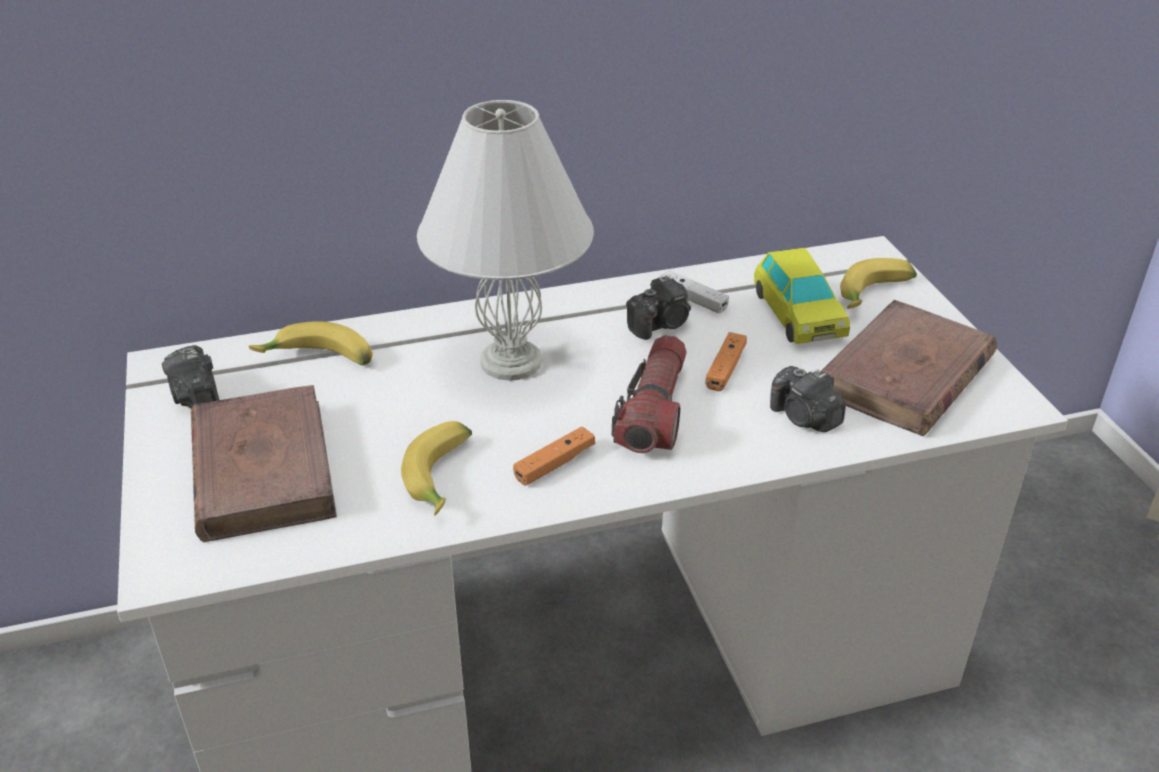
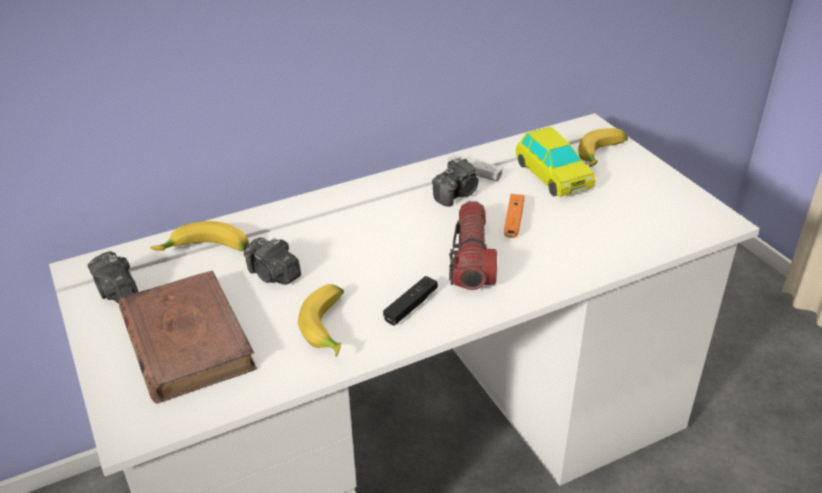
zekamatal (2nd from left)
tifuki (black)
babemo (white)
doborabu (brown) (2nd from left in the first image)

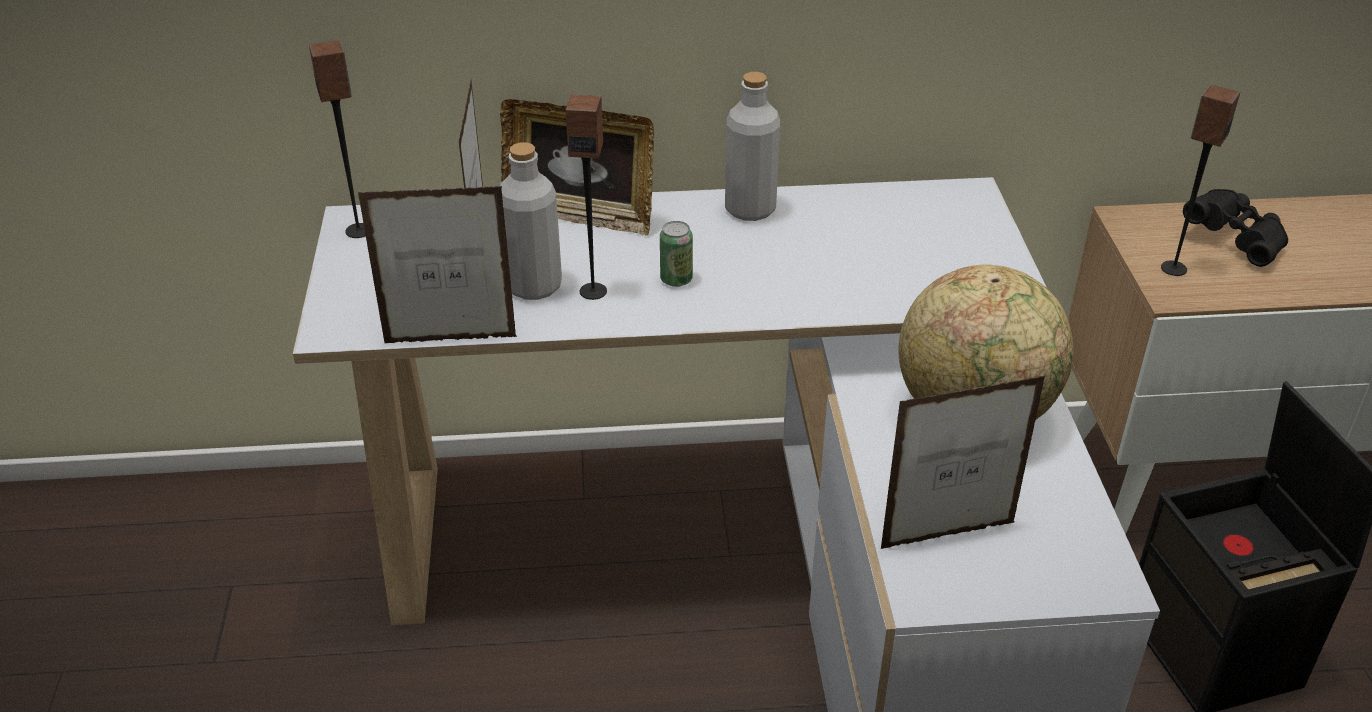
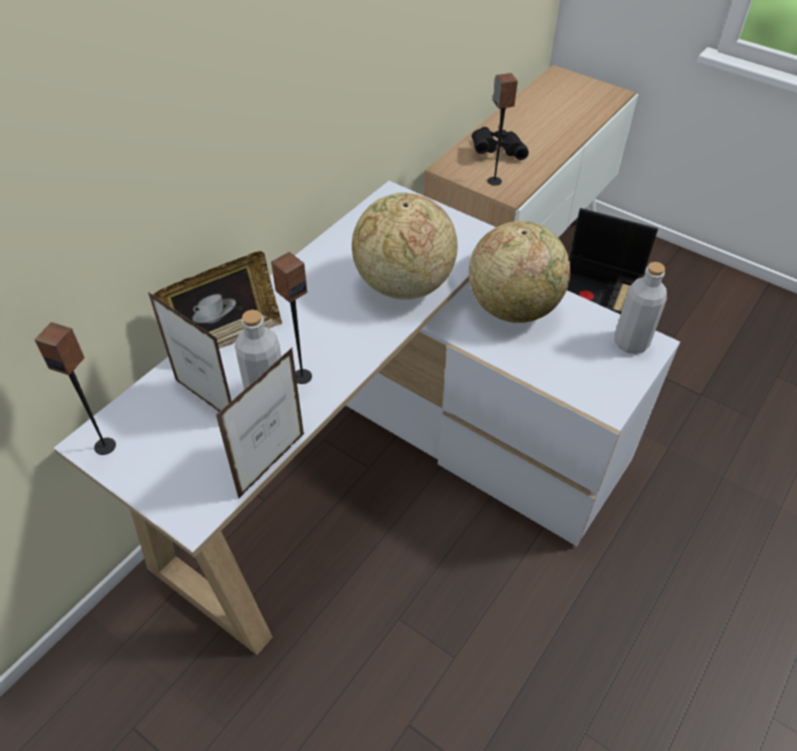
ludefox (1st from left)
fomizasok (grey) (2nd from left)
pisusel
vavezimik (4th from left in the first image)

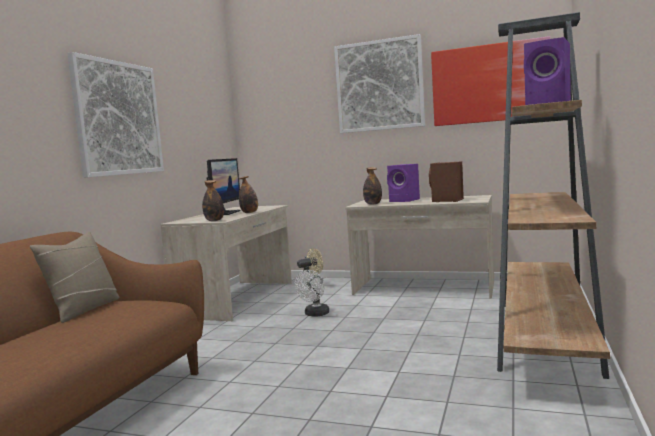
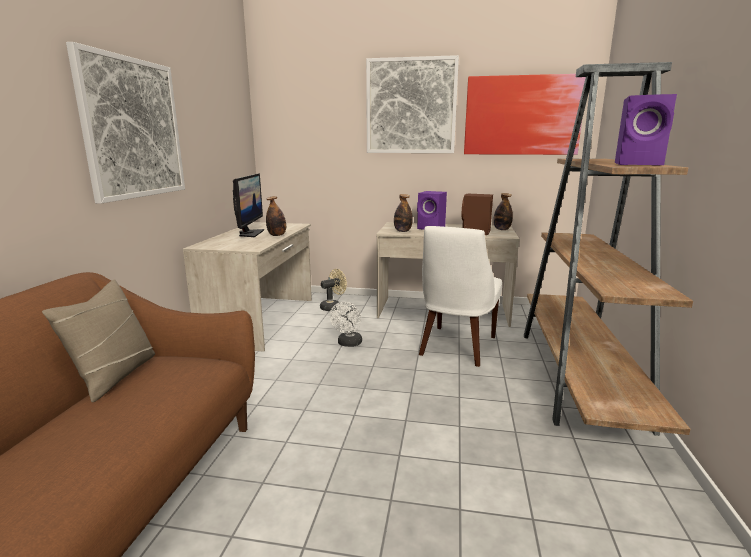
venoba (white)
fomizasok (3rd from left)

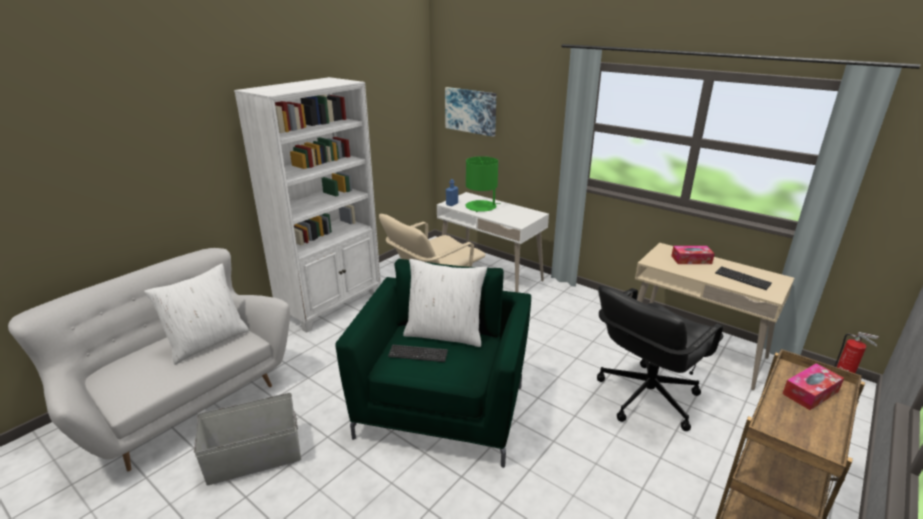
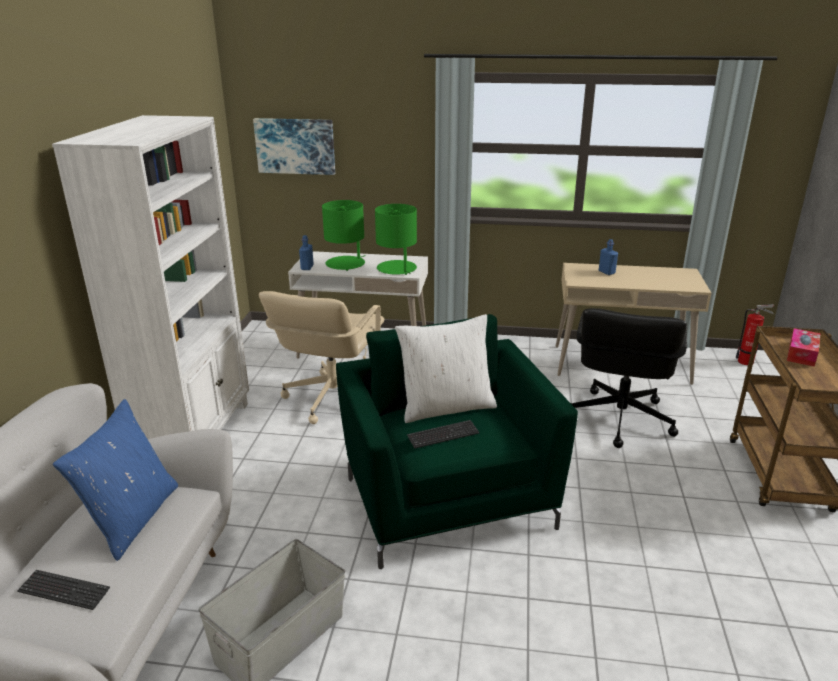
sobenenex (1st from left)
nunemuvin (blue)
babemo (green) (2nd from left)
fomizasok (blue) (2nd from left)

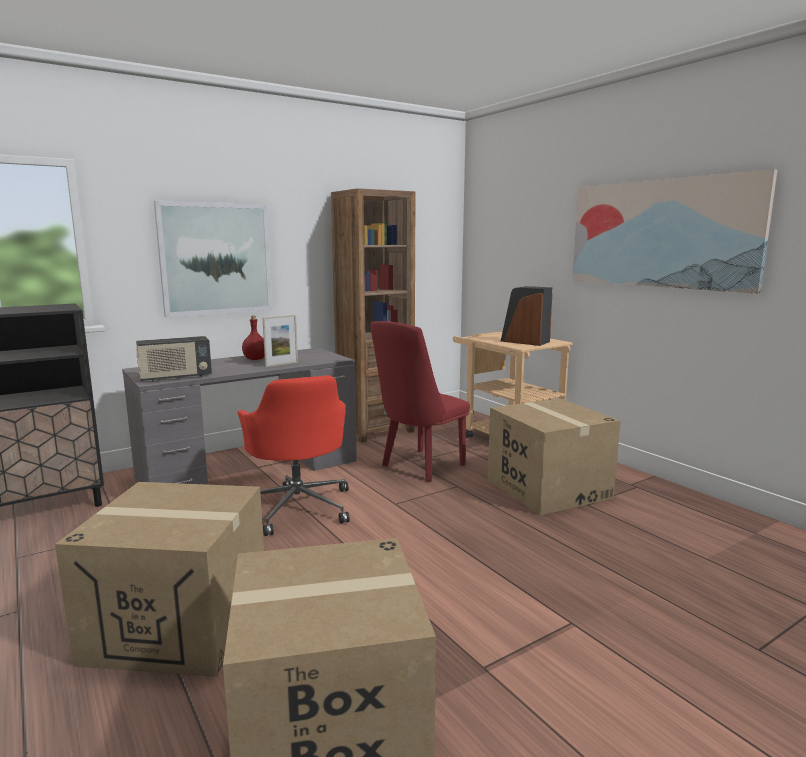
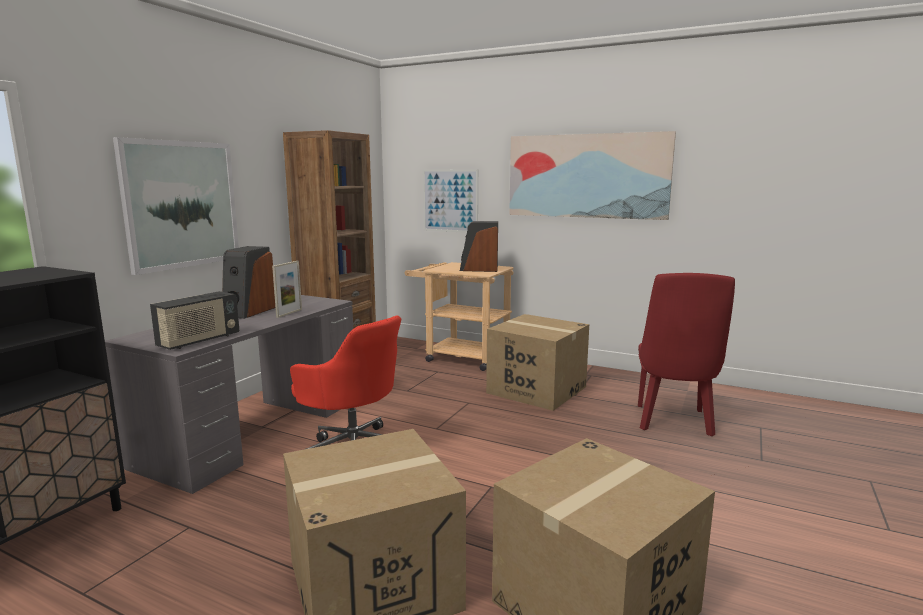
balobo (1st from left)
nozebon (2nd from left)
venoba (red)

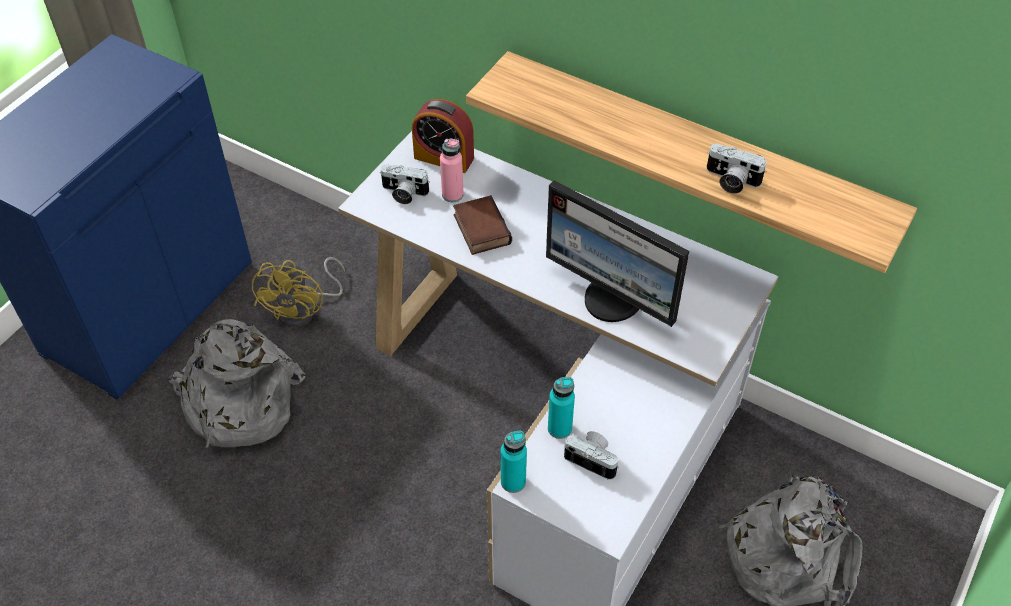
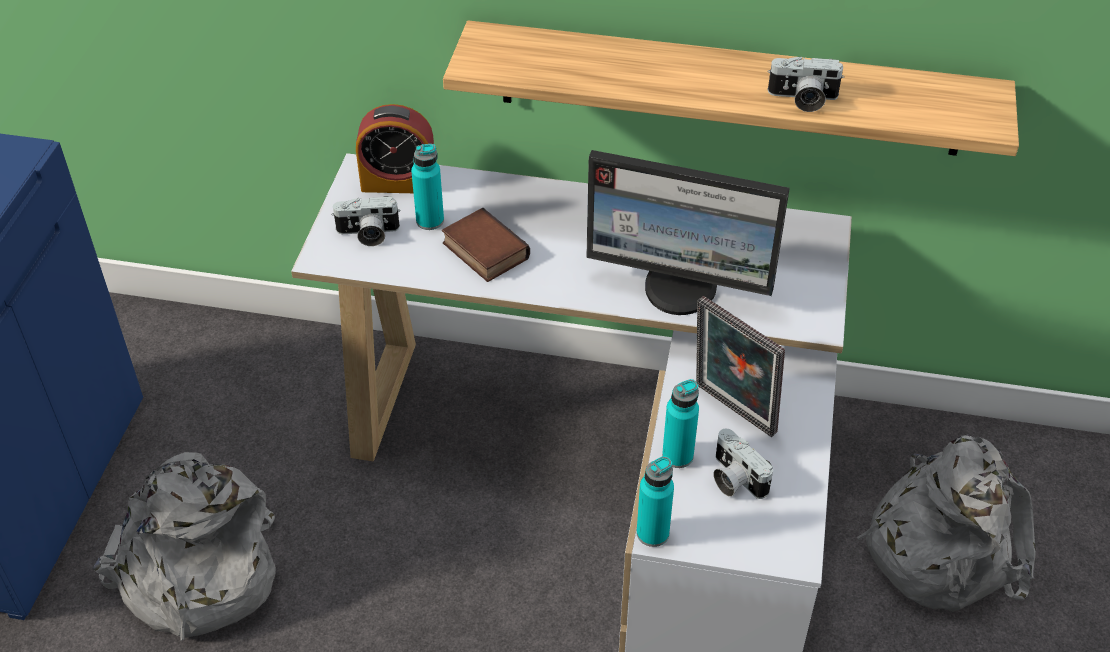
fomizasok (turquoise) (1st from left)
vavezimik
zekamatal (2nd from left)
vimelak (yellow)

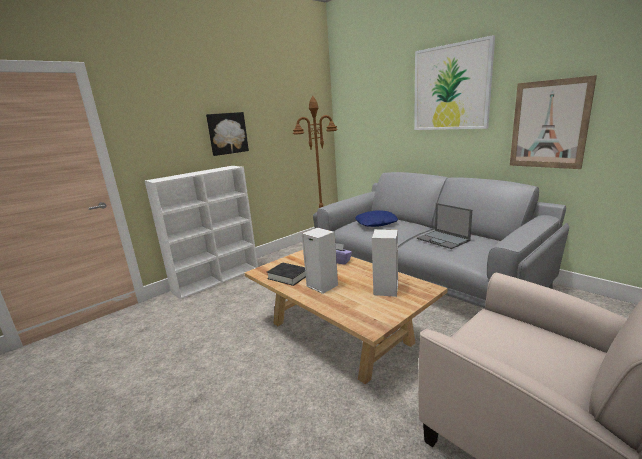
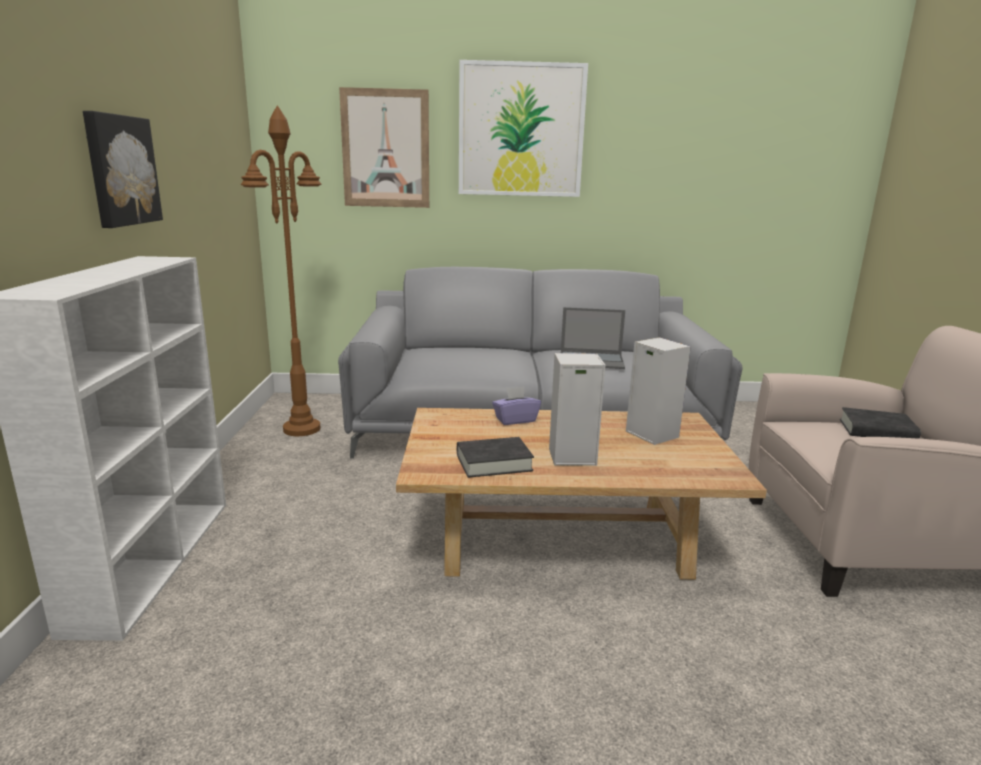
nozebon (2nd from left)
doborabu (black) (2nd from left)
nunemuvin (blue)

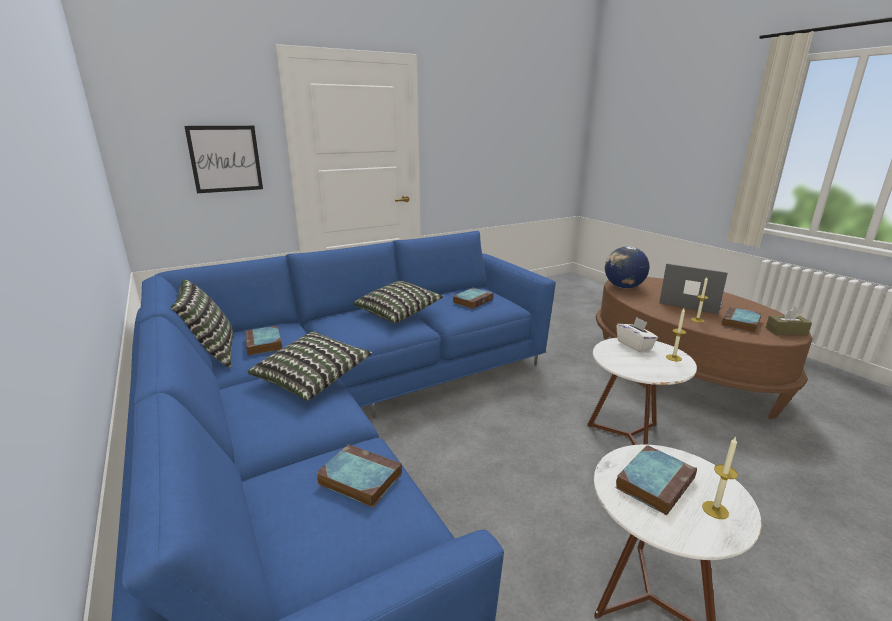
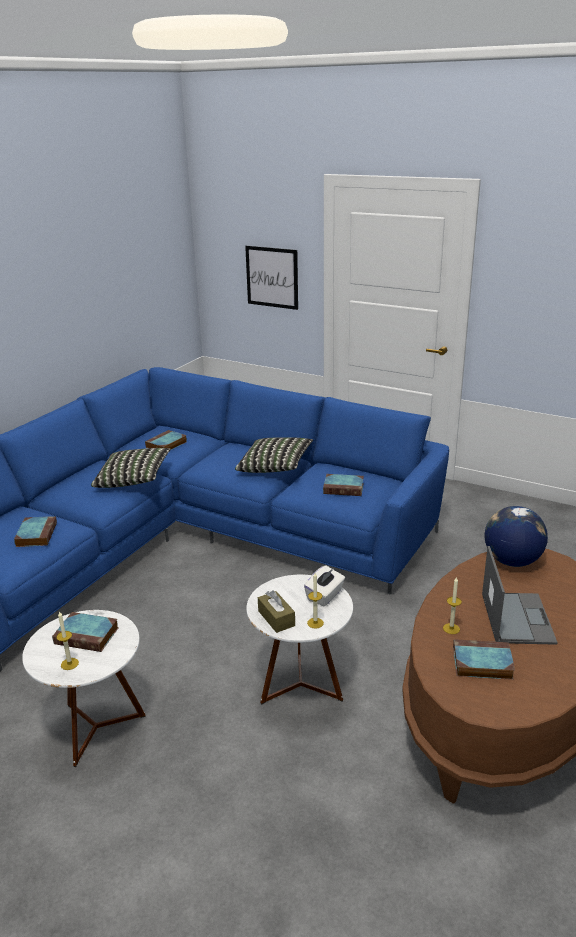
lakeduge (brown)
nunemuvin (1st from left in the first image)

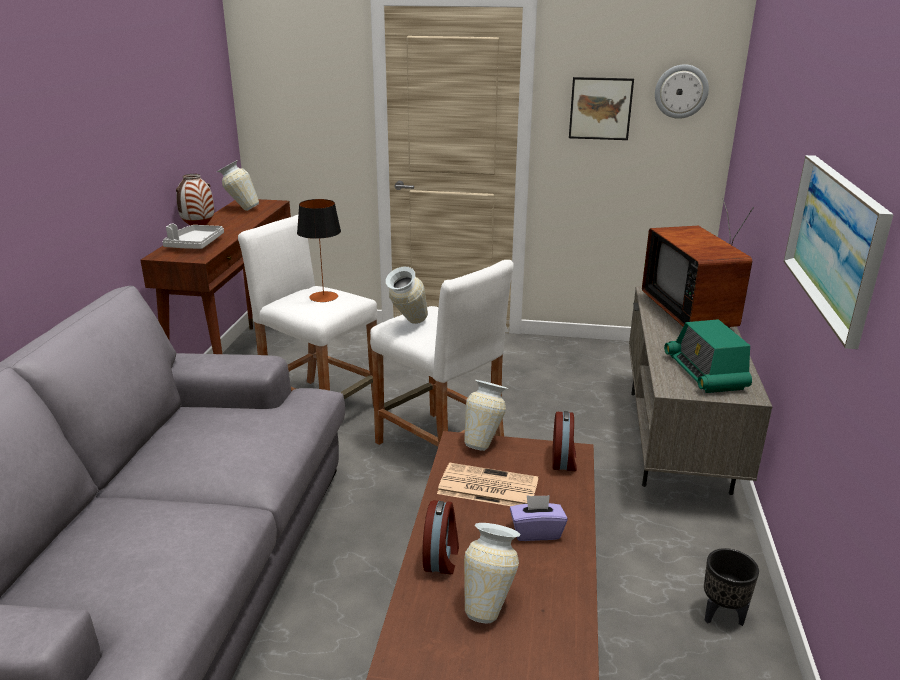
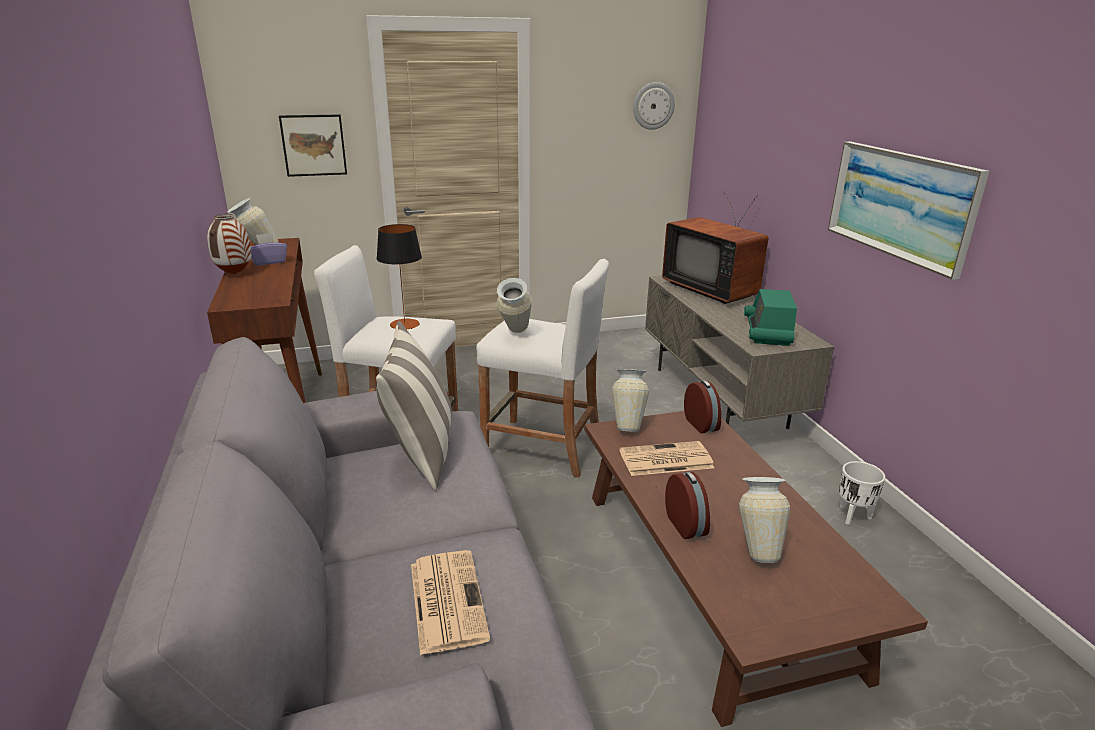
lakeduge (purple)
nozebon (1st from left)
nunemuvin
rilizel (1st from left)
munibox
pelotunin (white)
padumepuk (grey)

